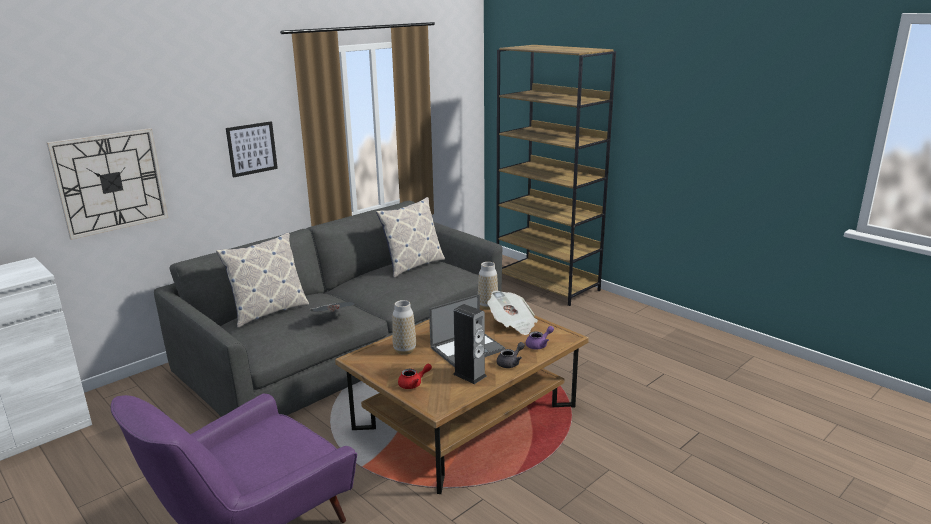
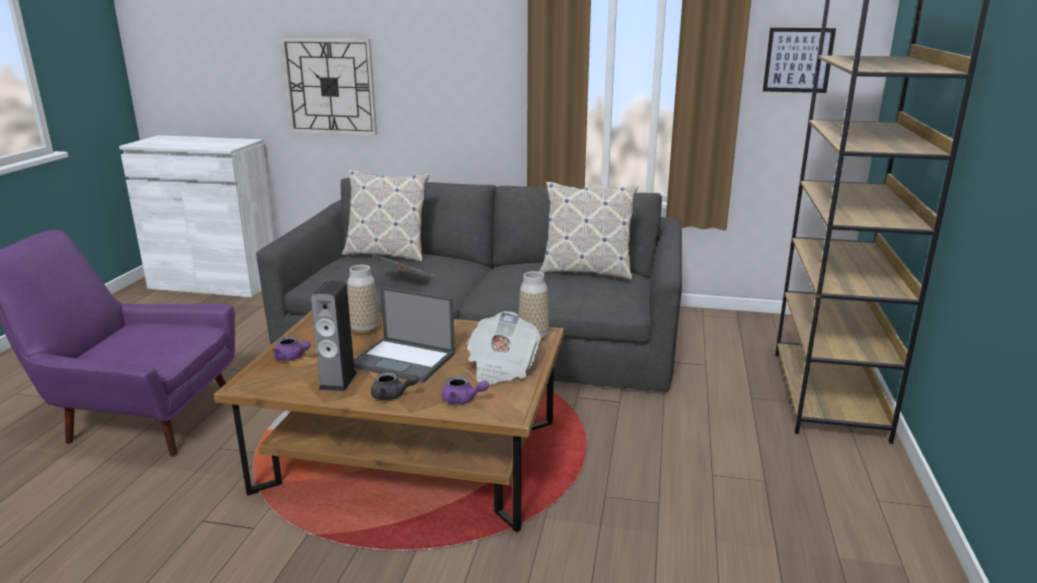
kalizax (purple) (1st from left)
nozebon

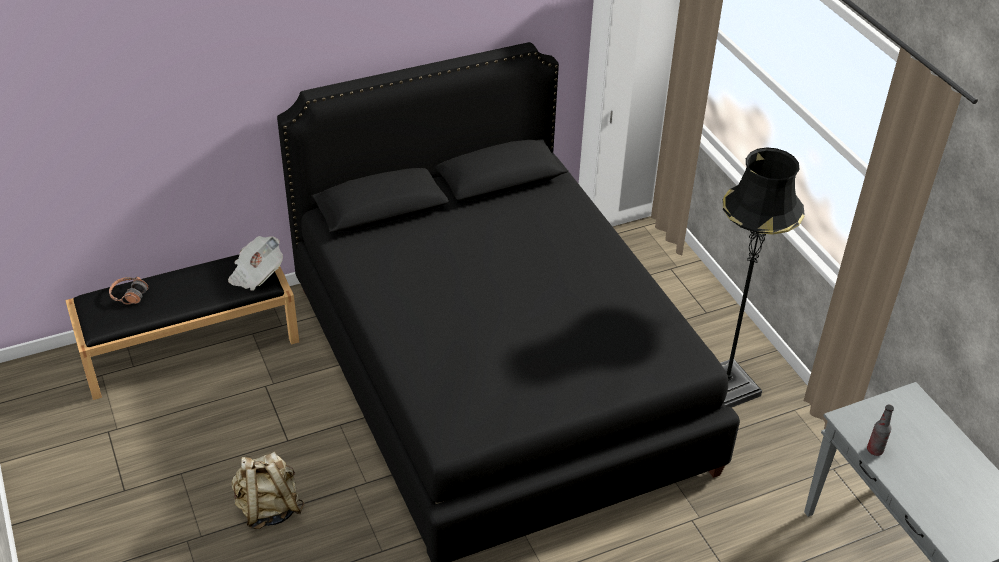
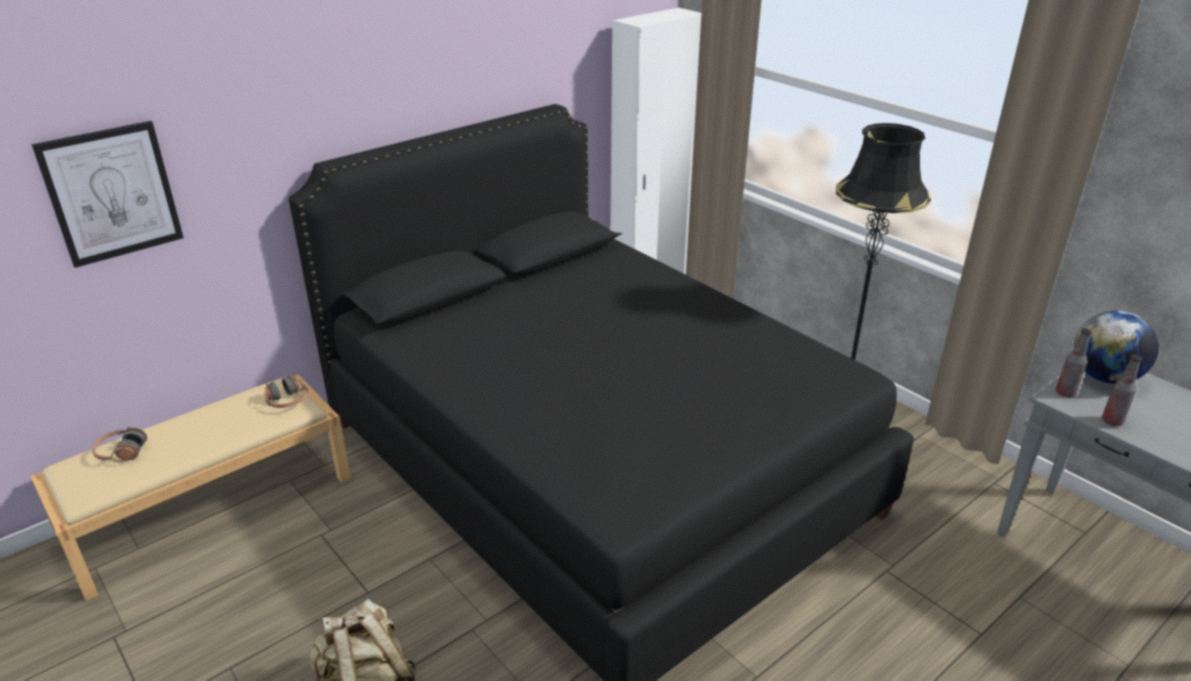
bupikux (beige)
nozebon
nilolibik (2nd from left)
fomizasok (1st from left)
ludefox

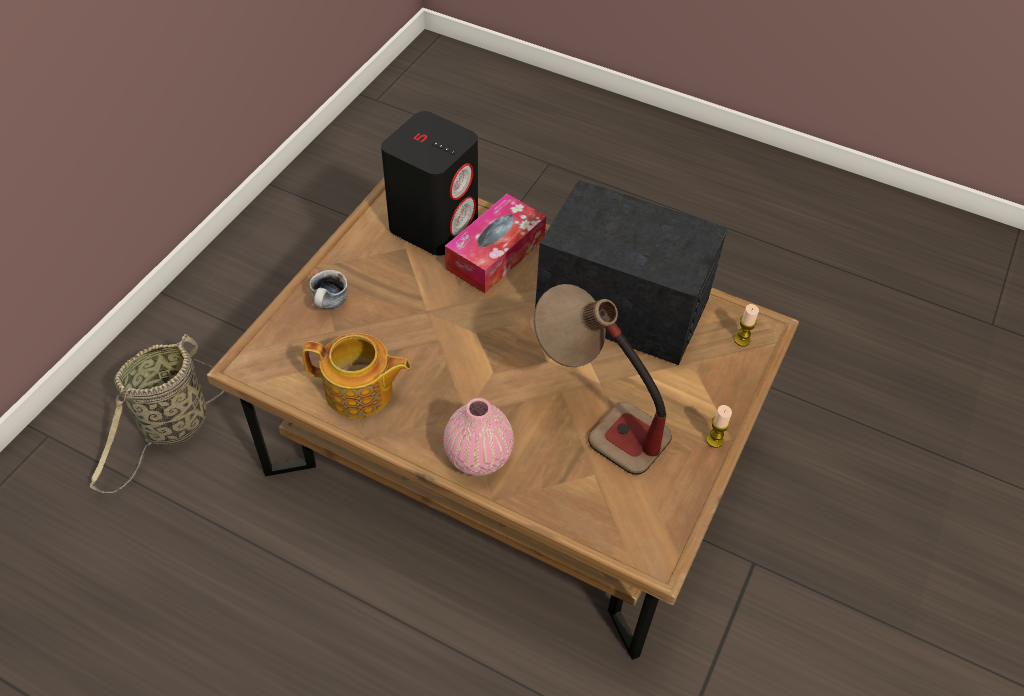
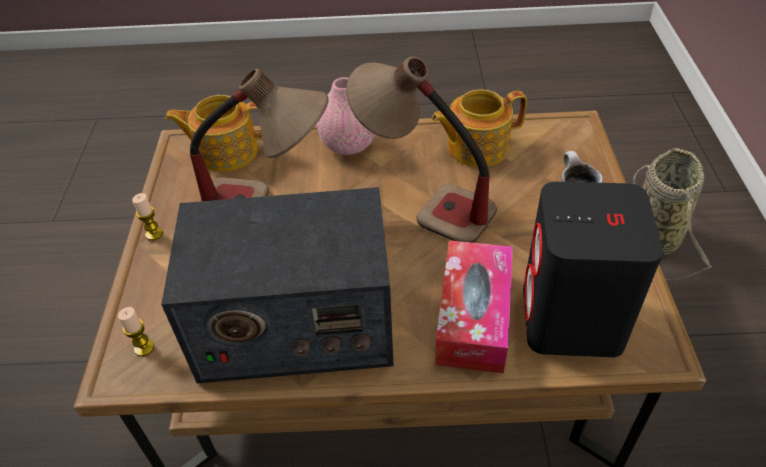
kalizax (1st from left)
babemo (2nd from left)

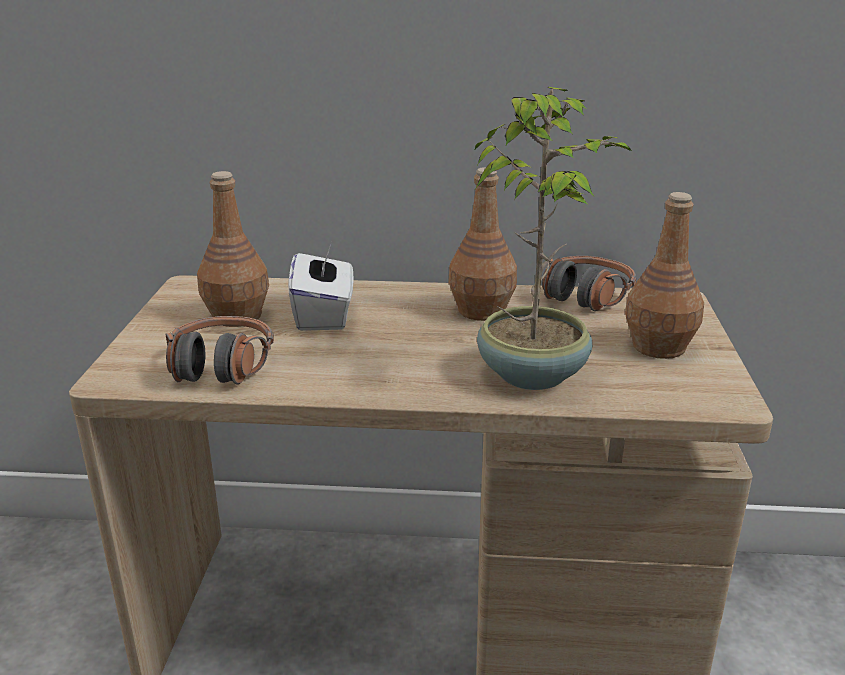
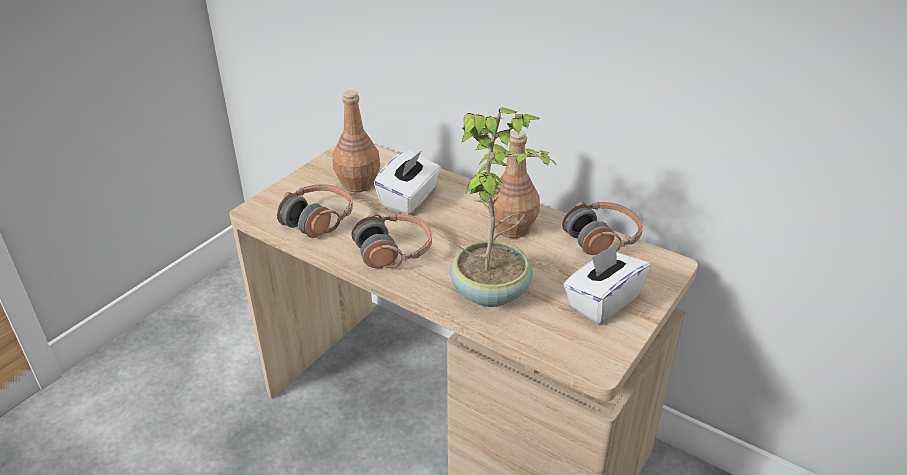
nilolibik (2nd from left)
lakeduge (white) (2nd from left)

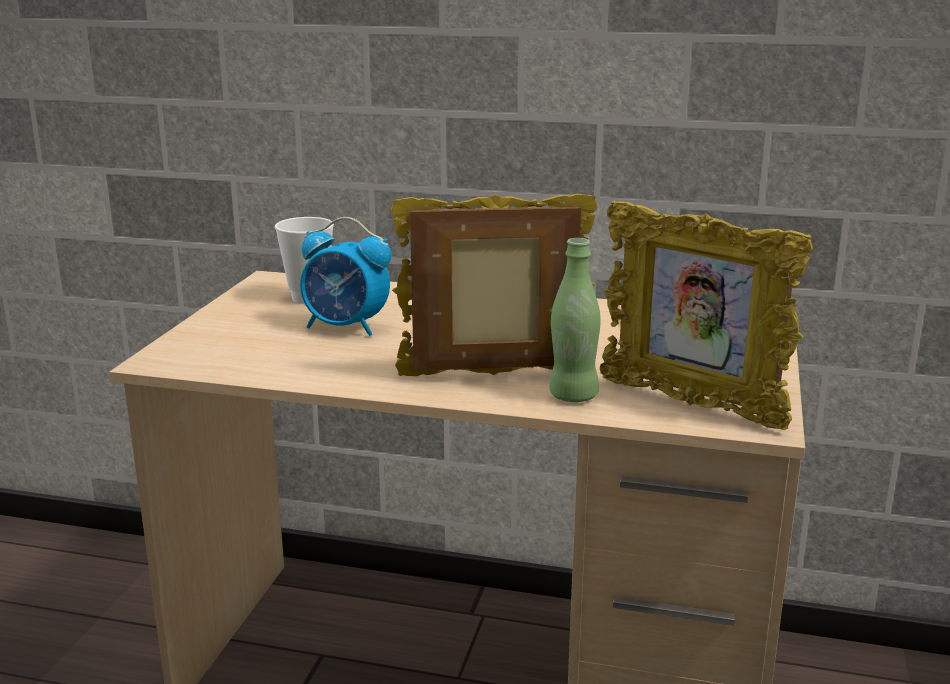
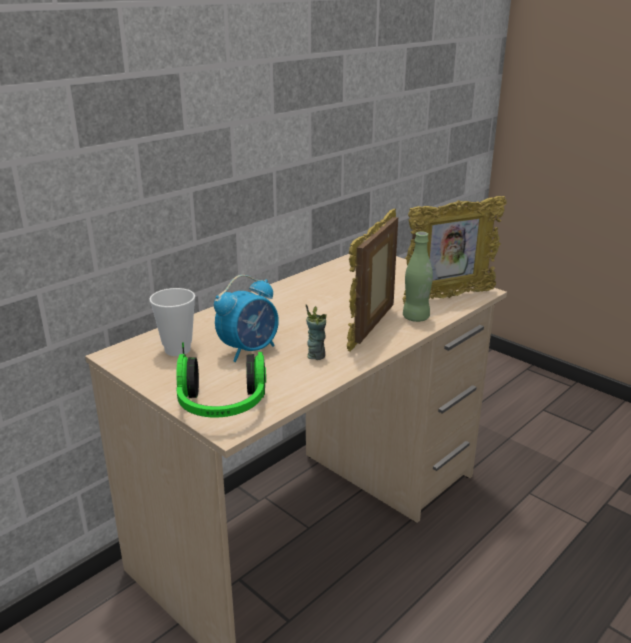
nilolibik
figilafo (2nd from left)

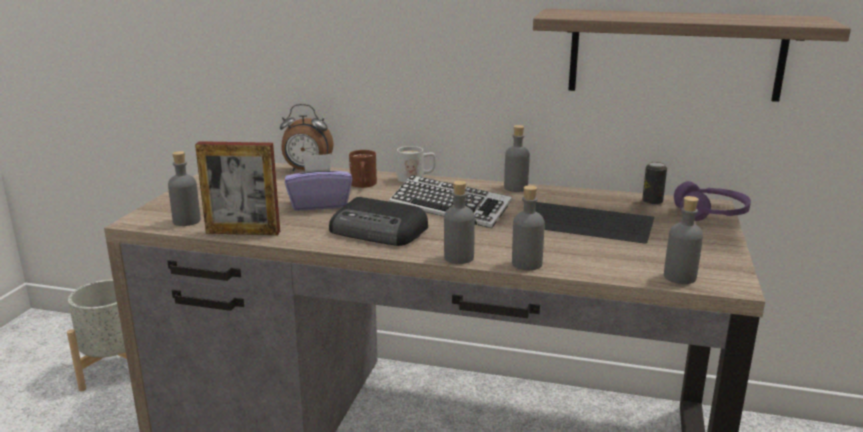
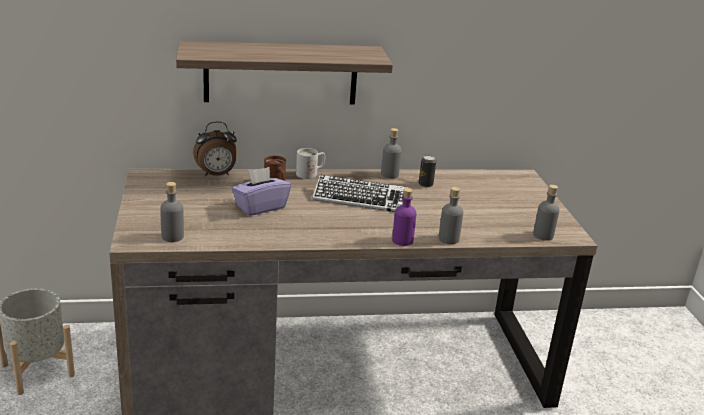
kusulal
fomizasok (purple)
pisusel
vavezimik
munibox
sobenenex (2nd from left in the first image)
nilolibik (purple)

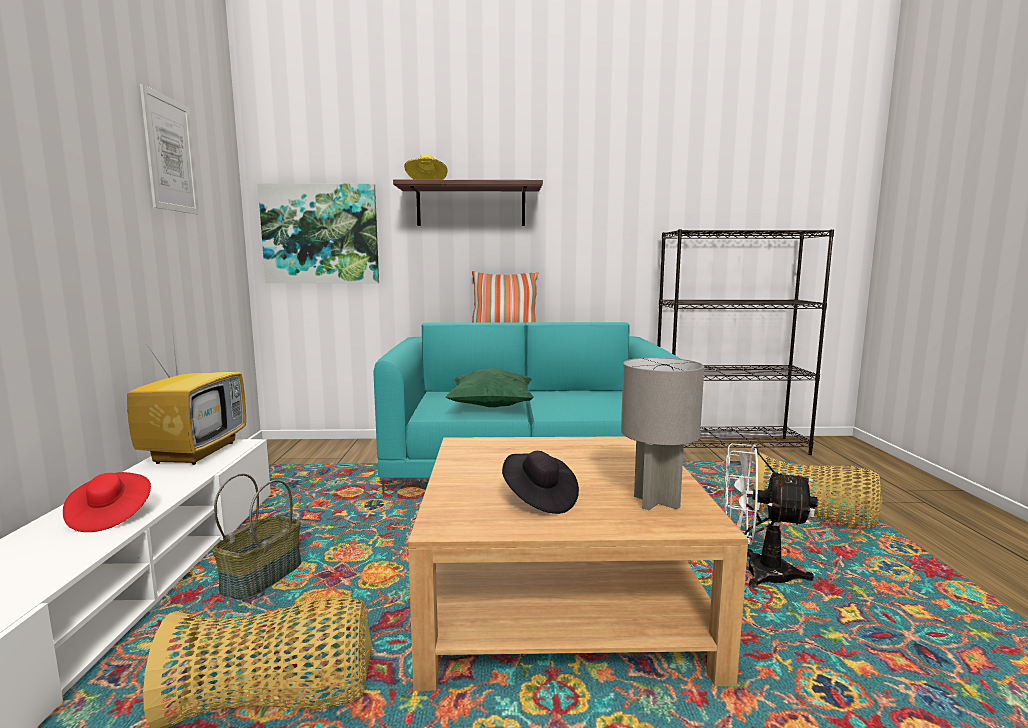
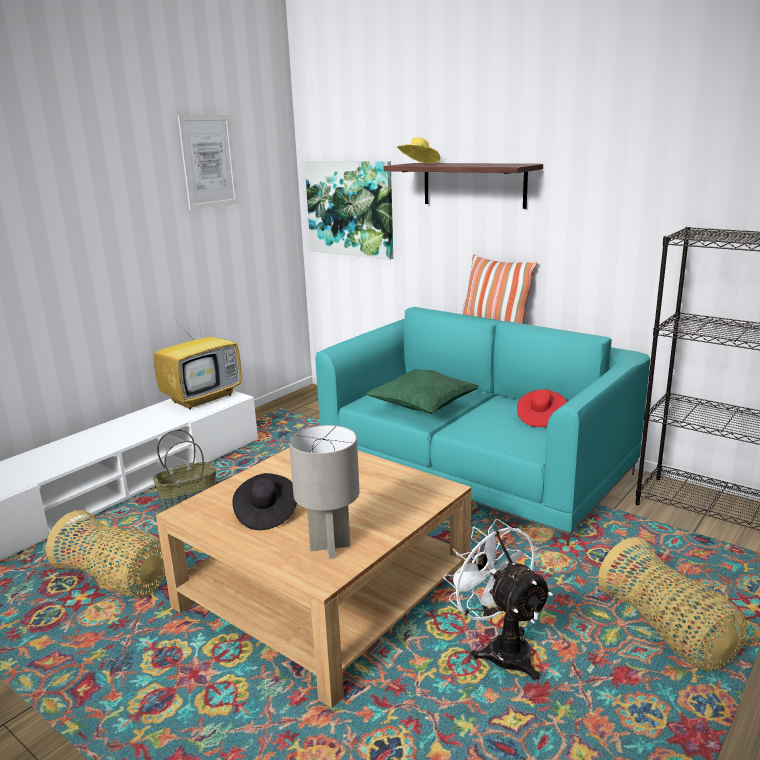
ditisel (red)

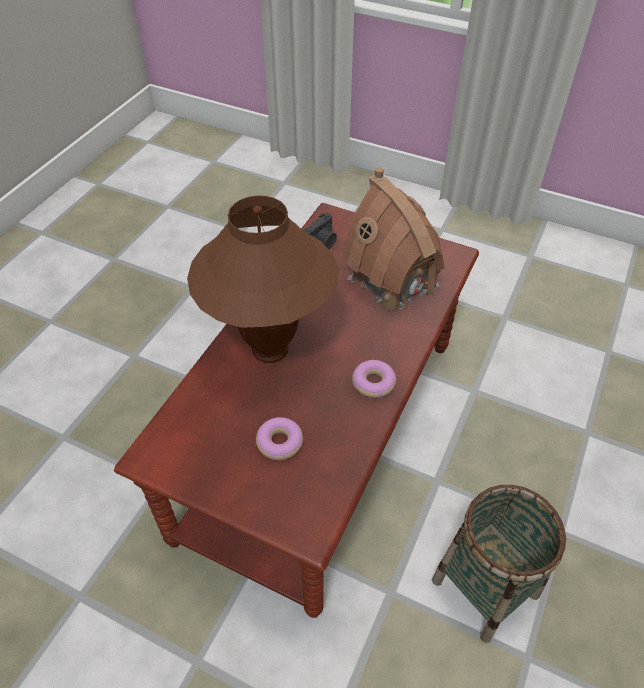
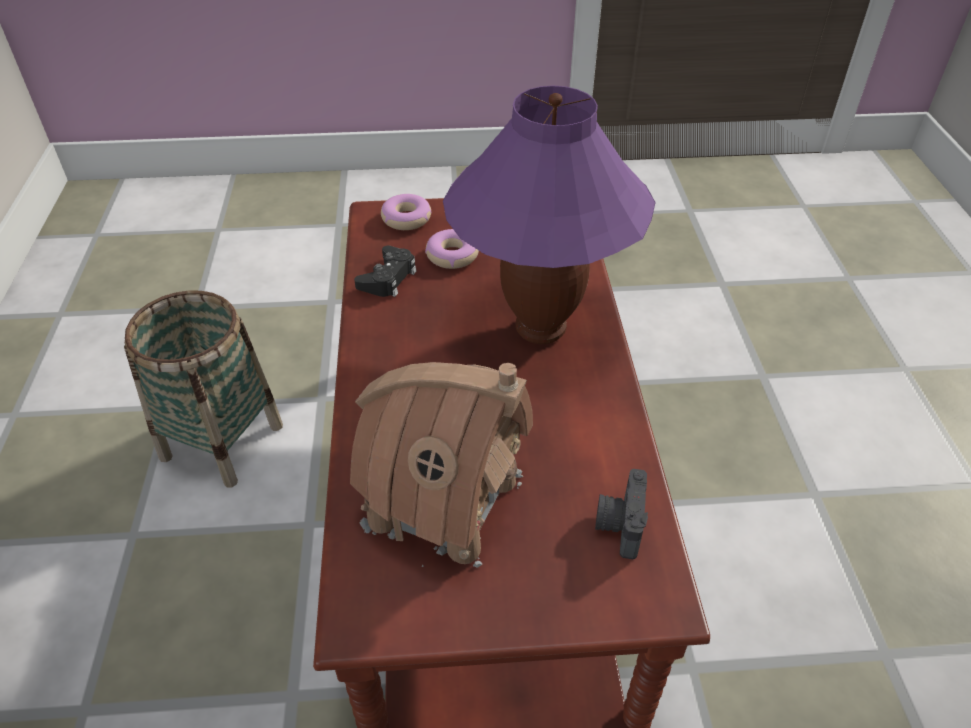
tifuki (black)
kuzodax (1st from left)
babemo (purple)

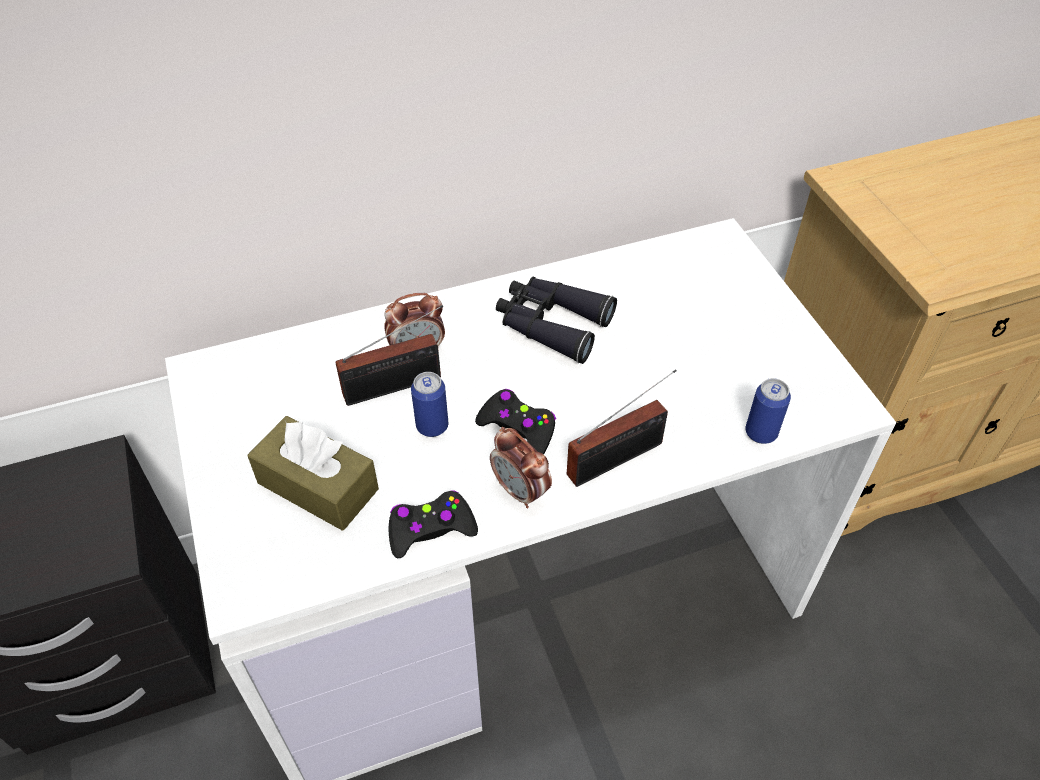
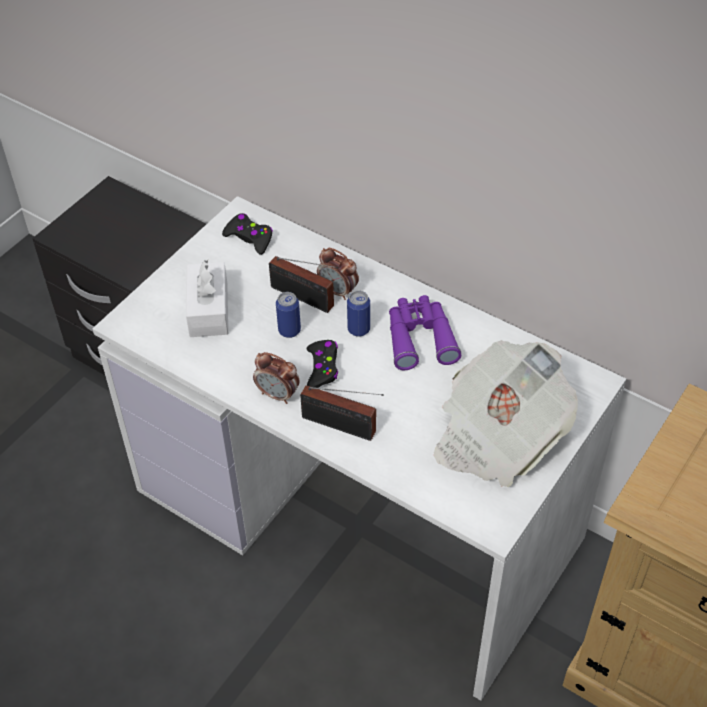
lakeduge (white)
tifuki (black) (1st from left)
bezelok (1st from left)
pisusel (2nd from left)
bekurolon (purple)
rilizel

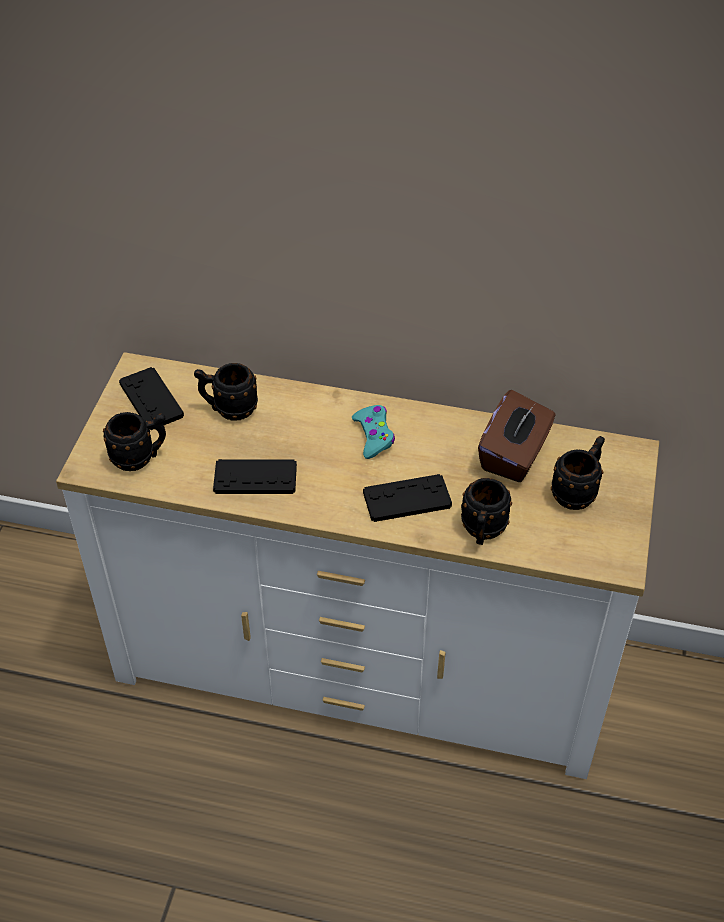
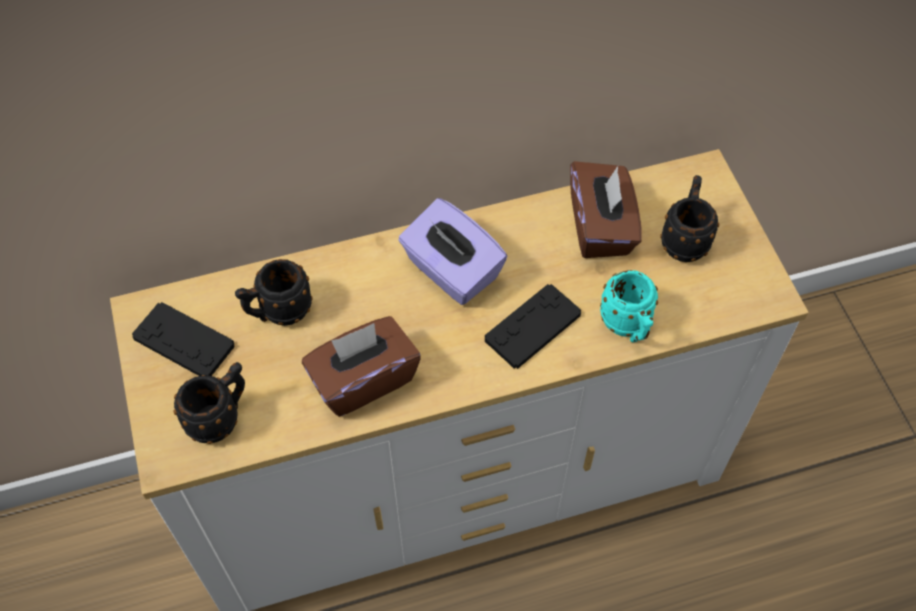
lakeduge (brown) (1st from left)
lakeduge (purple)
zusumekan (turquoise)

